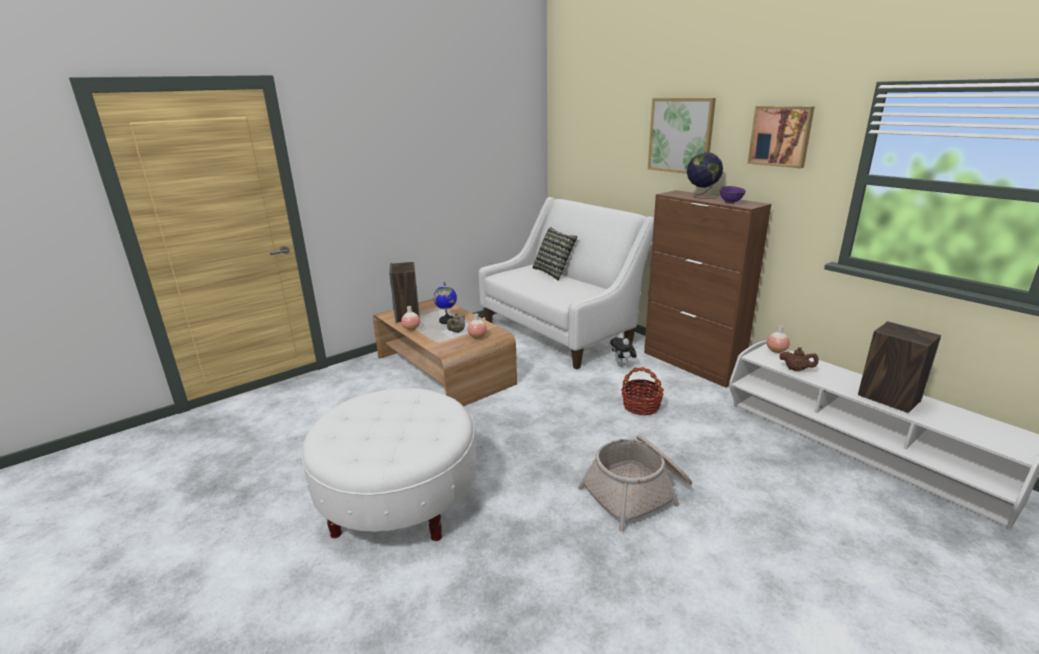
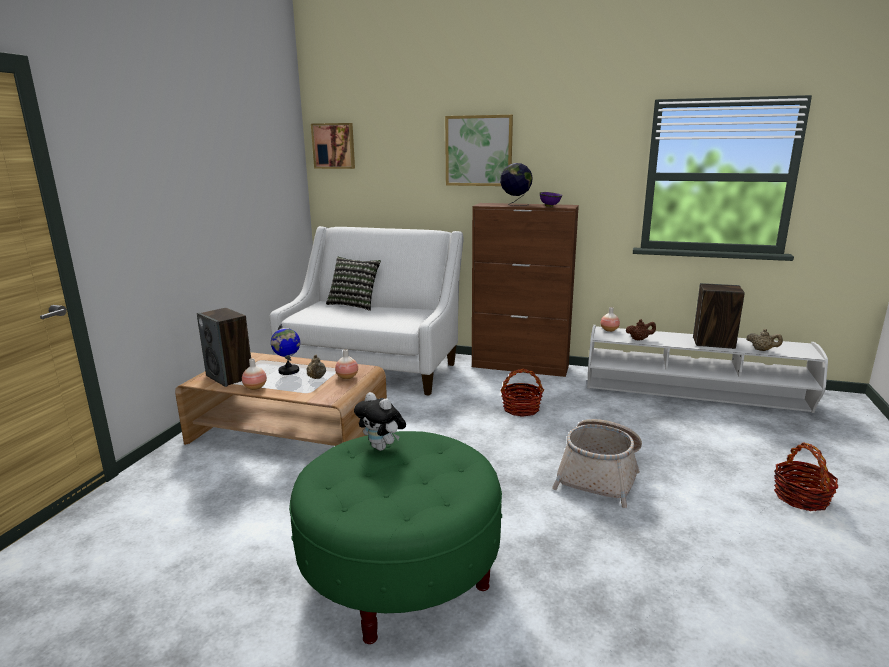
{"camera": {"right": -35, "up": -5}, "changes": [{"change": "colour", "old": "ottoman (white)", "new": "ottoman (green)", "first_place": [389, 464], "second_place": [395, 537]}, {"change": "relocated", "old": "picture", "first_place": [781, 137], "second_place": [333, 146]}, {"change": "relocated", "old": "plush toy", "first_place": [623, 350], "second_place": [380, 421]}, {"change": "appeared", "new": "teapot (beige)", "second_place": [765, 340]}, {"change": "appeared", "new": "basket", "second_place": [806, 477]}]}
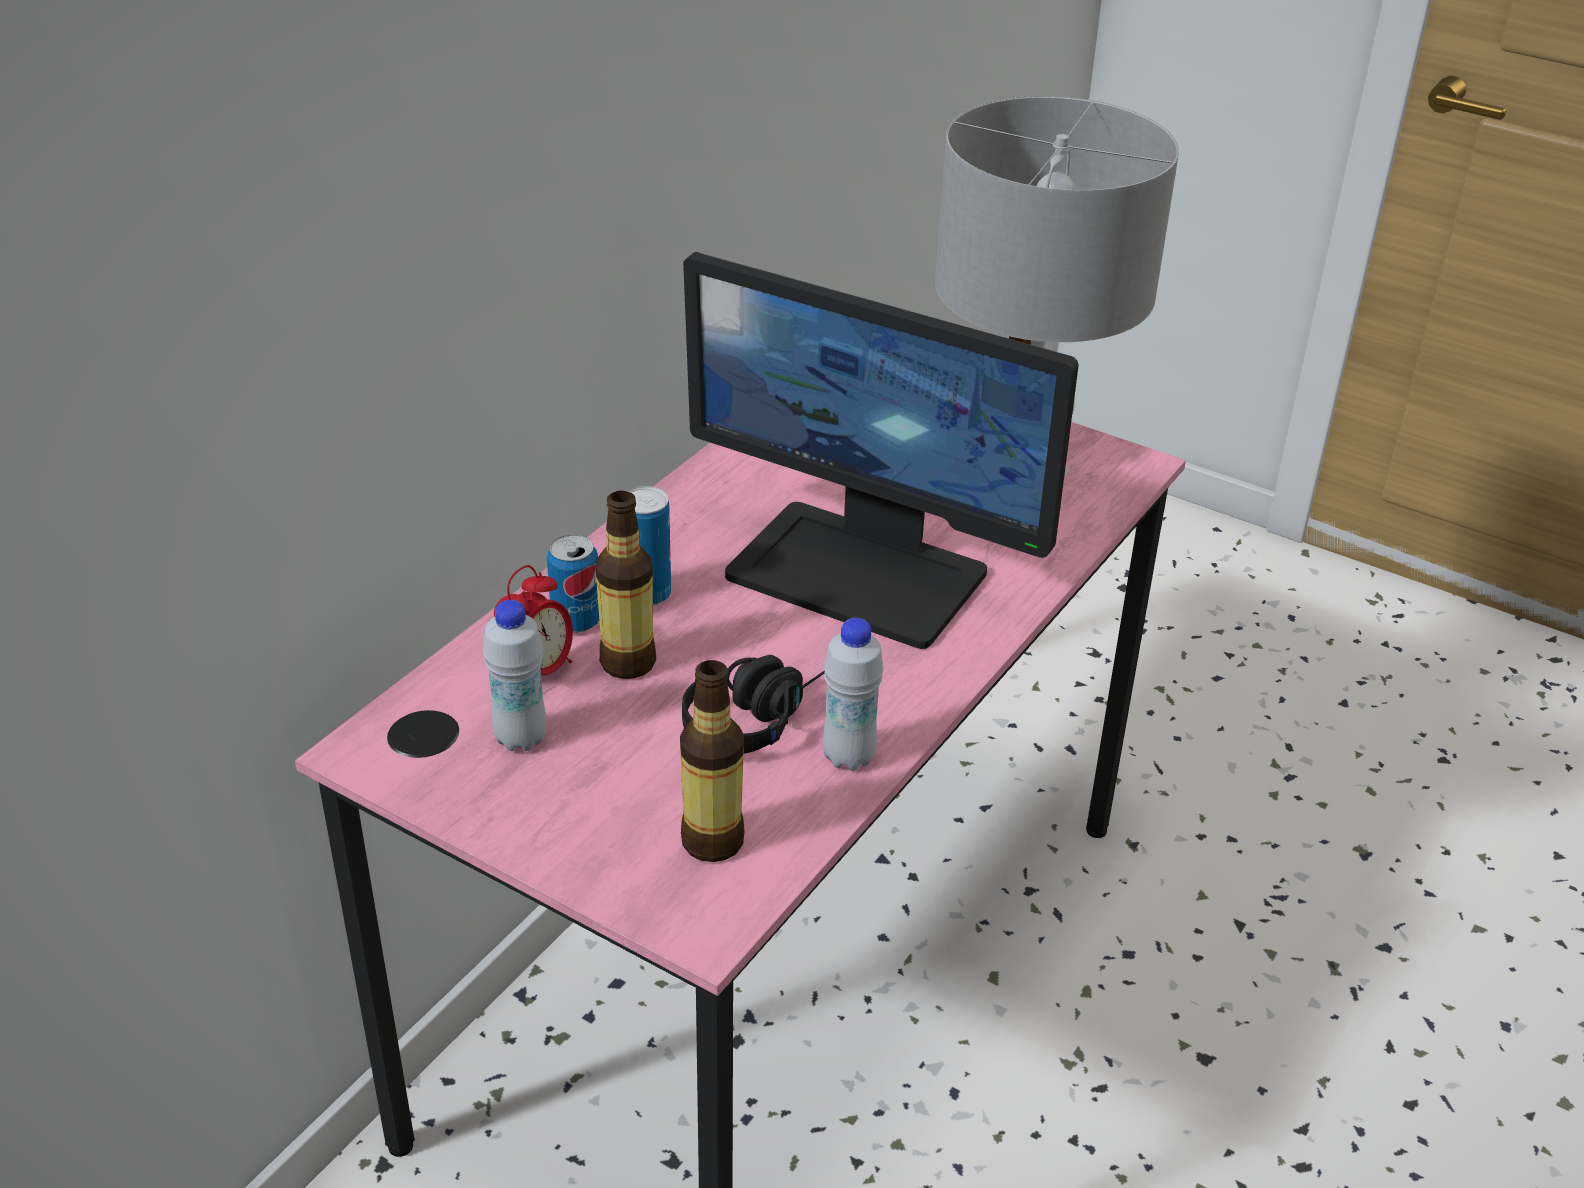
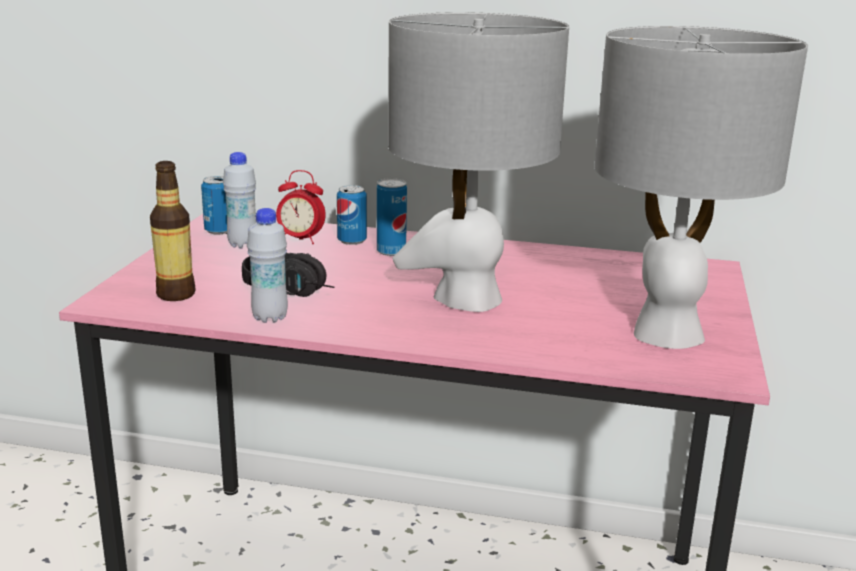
{"camera": {"right": 70, "up": -15}, "changes": [{"change": "appeared", "new": "can", "second_place": [214, 205]}, {"change": "exchanged", "old": "monitor", "new": "table lamp (grey)", "first_place": [880, 450], "second_place": [478, 162]}, {"change": "missing", "old": "bottle", "first_place": [625, 585]}]}
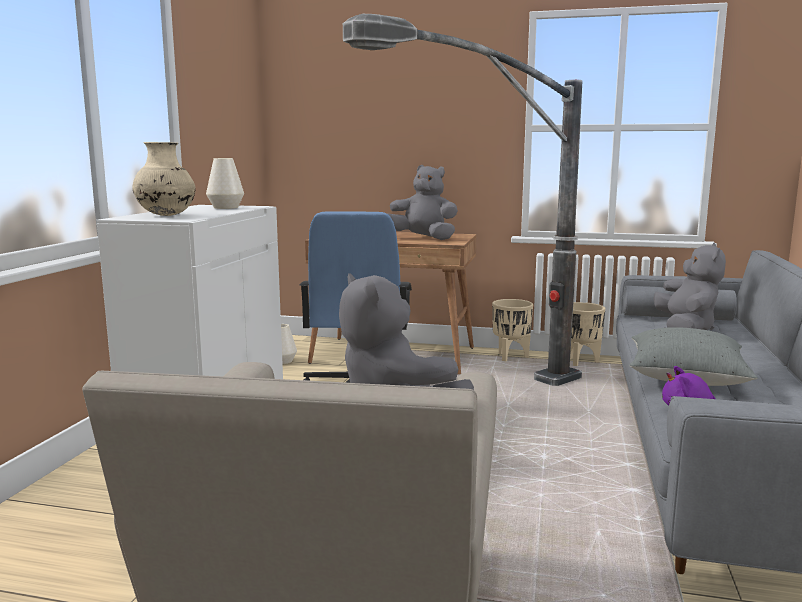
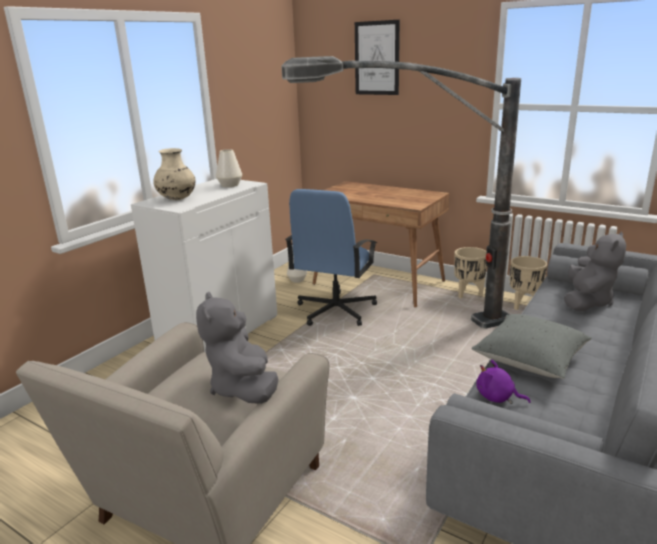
{"camera": {"right": 20, "up": 10}, "changes": [{"change": "appeared", "new": "picture", "second_place": [377, 57]}, {"change": "missing", "old": "plush toy (grey)", "first_place": [422, 202]}]}
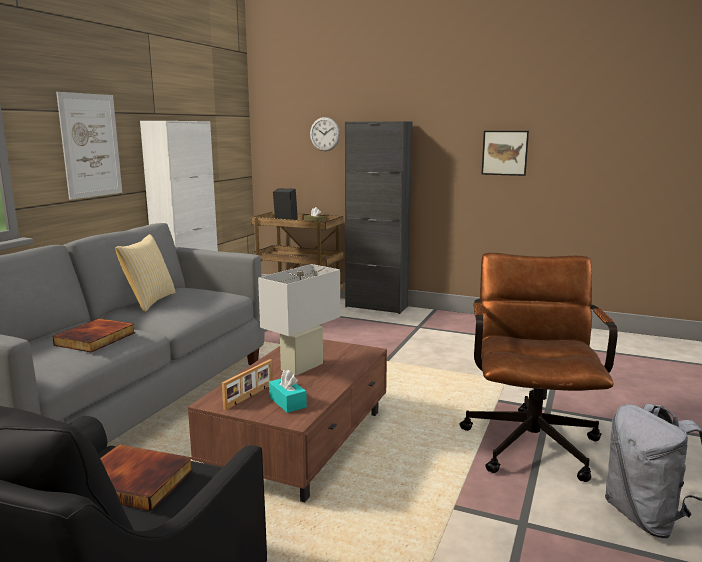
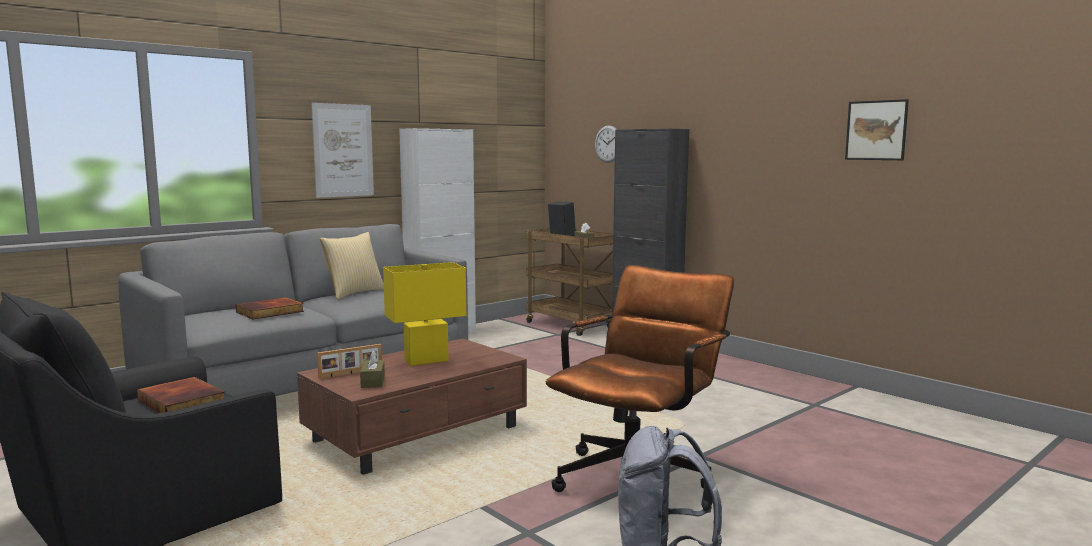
{"camera": {"right": 25, "up": -5}, "changes": [{"change": "colour", "old": "tissue box (turquoise)", "new": "tissue box (brown)", "first_place": [288, 391], "second_place": [372, 369]}, {"change": "colour", "old": "table lamp (white)", "new": "table lamp (yellow)", "first_place": [299, 320], "second_place": [424, 314]}, {"change": "relocated", "old": "picture", "first_place": [505, 153], "second_place": [877, 129]}]}
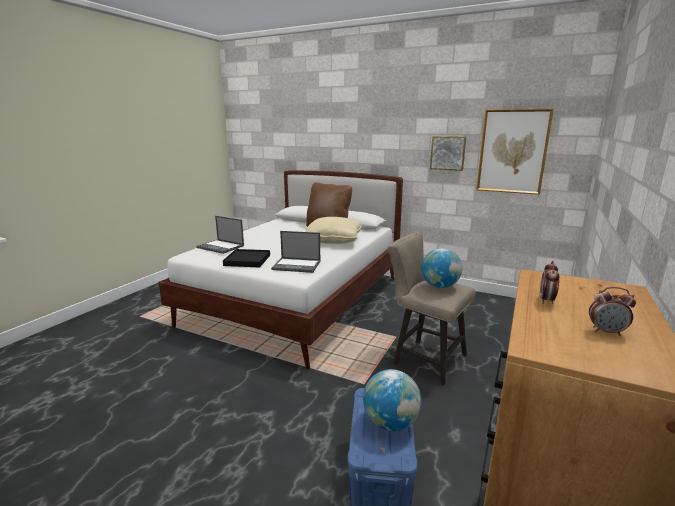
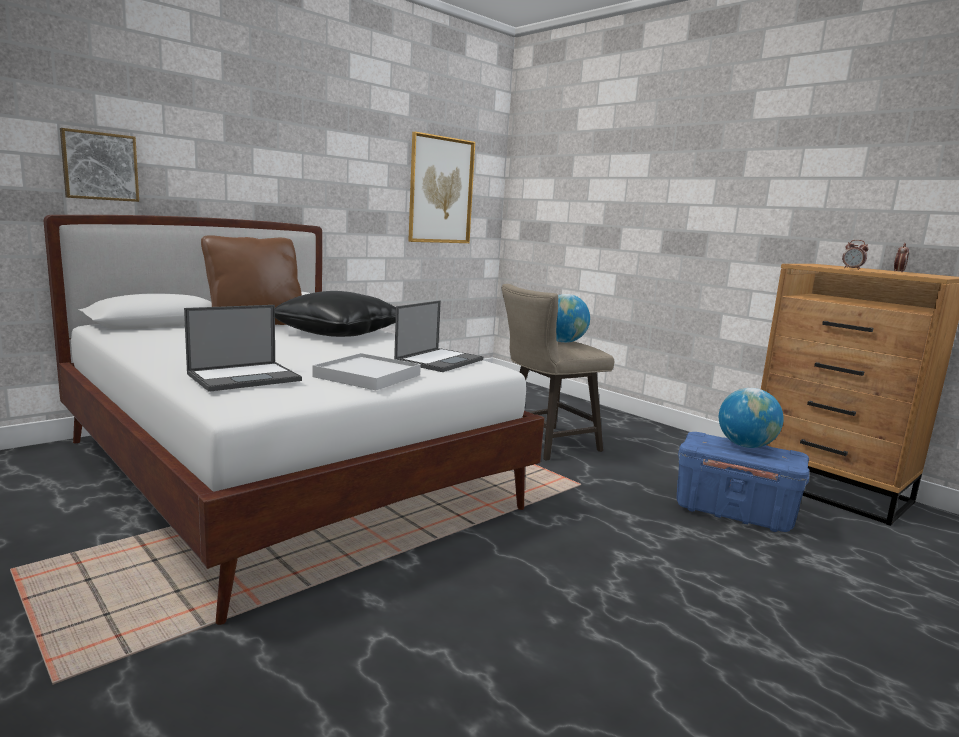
{"camera": {"right": -70, "up": -5}, "changes": [{"change": "relocated", "old": "picture", "first_place": [448, 153], "second_place": [99, 165]}, {"change": "colour", "old": "pillow (beige)", "new": "pillow (black)", "first_place": [333, 230], "second_place": [335, 314]}, {"change": "colour", "old": "tray (black)", "new": "tray (white)", "first_place": [246, 258], "second_place": [366, 371]}]}
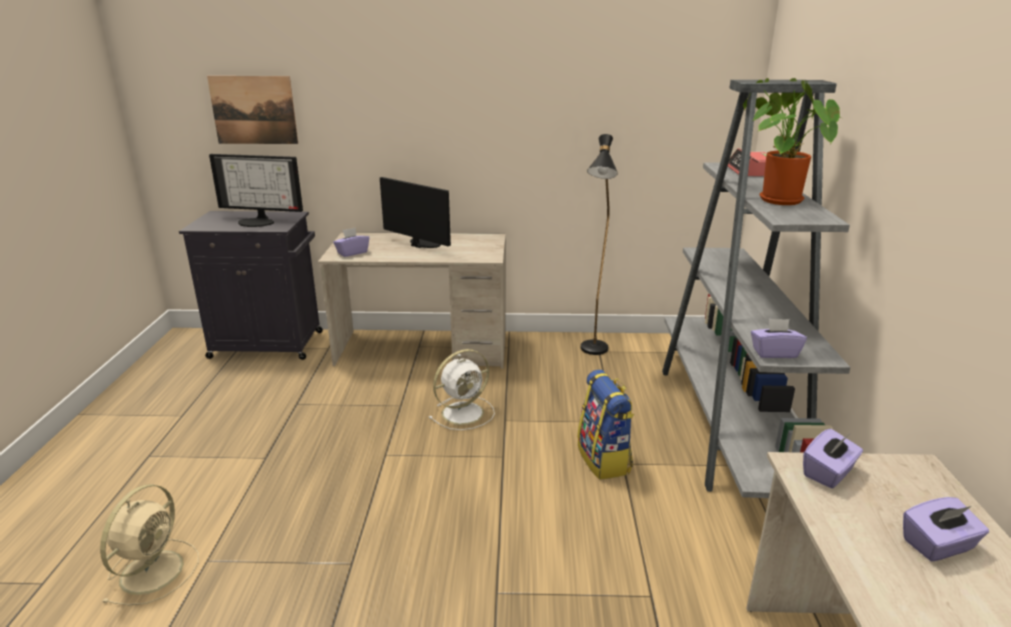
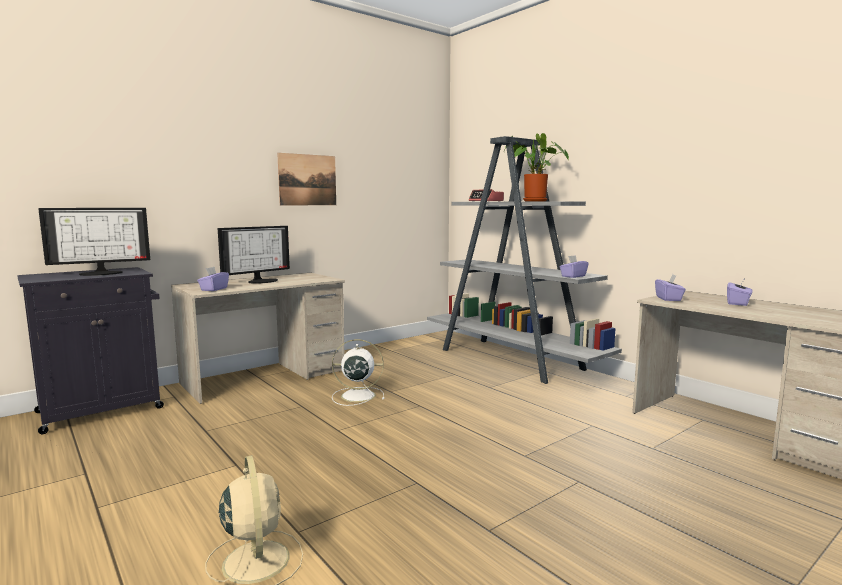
{"camera": {"right": -40, "up": -15}, "changes": [{"change": "spun", "old": "monitor", "first_place": [415, 212], "second_place": [254, 254], "degrees": 135}, {"change": "relocated", "old": "picture", "first_place": [252, 110], "second_place": [306, 179]}, {"change": "spun", "old": "fan (white)", "first_place": [462, 389], "second_place": [358, 372], "degrees": -105}, {"change": "missing", "old": "backpack", "first_place": [606, 425]}, {"change": "missing", "old": "floor lamp (black)", "first_place": [599, 244]}]}
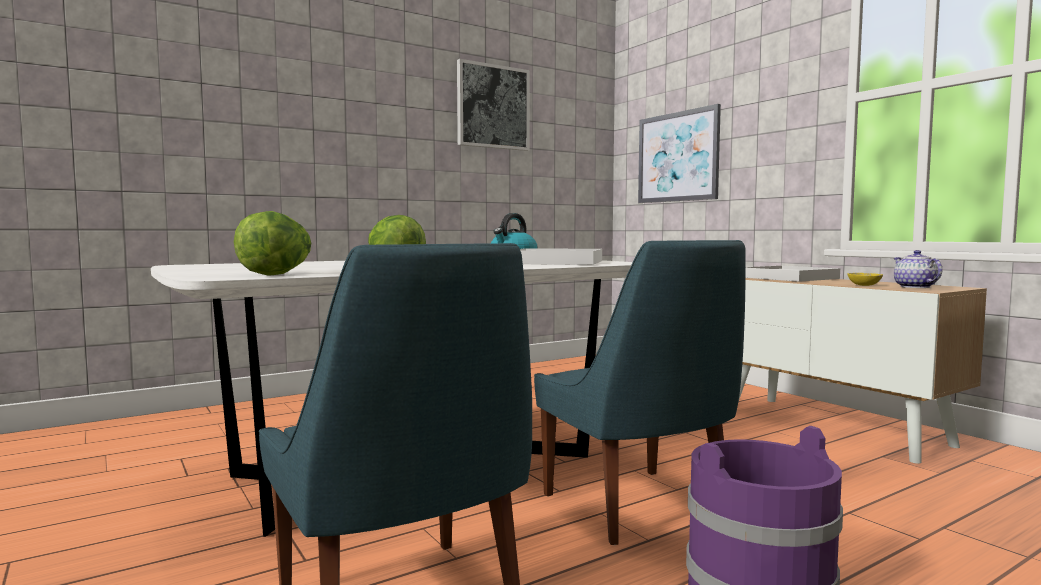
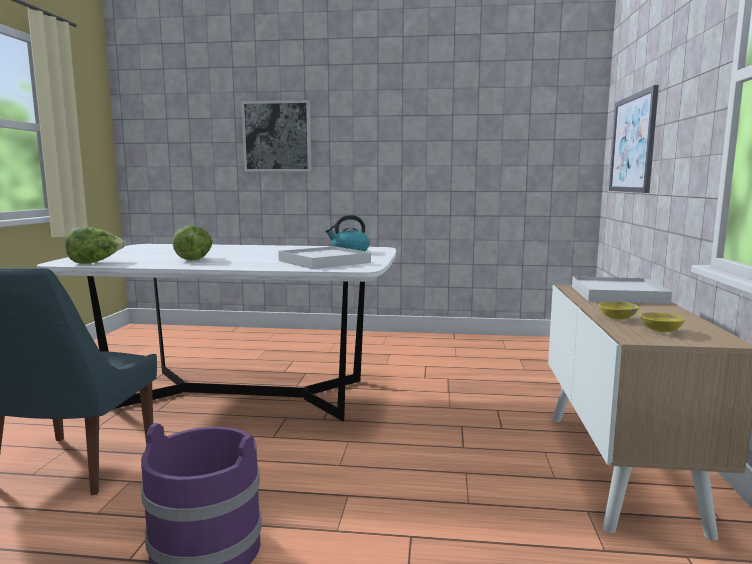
{"camera": {"right": 40, "up": 5}, "changes": [{"change": "relocated", "old": "picture", "first_place": [493, 105], "second_place": [276, 135]}, {"change": "exchanged", "old": "teapot", "new": "bowl (yellow)", "first_place": [918, 269], "second_place": [662, 322]}, {"change": "missing", "old": "chair (blue)", "first_place": [640, 392]}]}
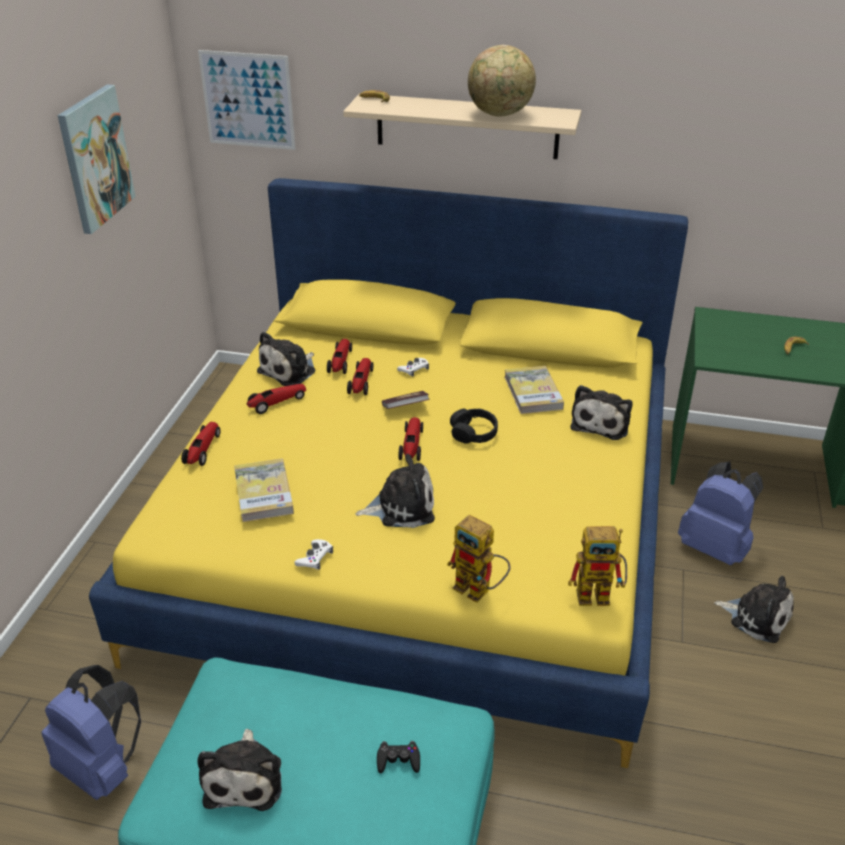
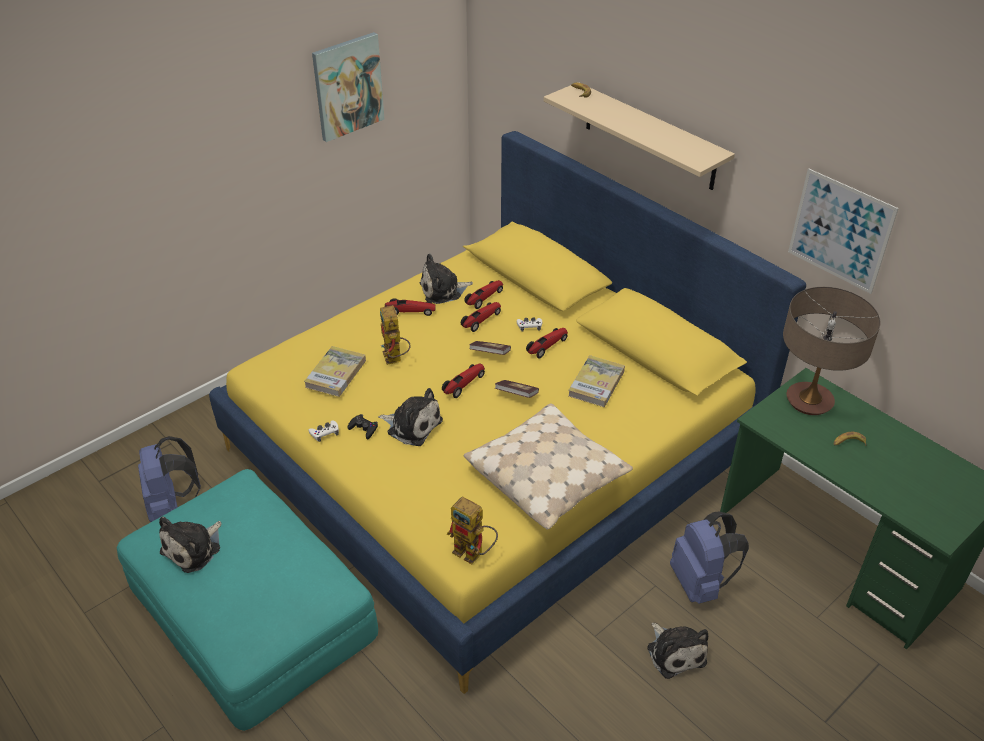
{"camera": {"right": 35, "up": 5}, "changes": [{"change": "relocated", "old": "game controller (black)", "first_place": [398, 757], "second_place": [362, 426]}, {"change": "relocated", "old": "toy robot", "first_place": [478, 559], "second_place": [395, 335]}, {"change": "appeared", "new": "pillow (beige)", "second_place": [548, 466]}, {"change": "exchanged", "old": "headphones (black)", "new": "book", "first_place": [474, 426], "second_place": [517, 389]}, {"change": "relocated", "old": "toy car", "first_place": [201, 444], "second_place": [547, 343]}, {"change": "appeared", "new": "table lamp", "second_place": [832, 351]}, {"change": "relocated", "old": "picture", "first_place": [246, 100], "second_place": [843, 231]}, {"change": "missing", "old": "globe", "first_place": [502, 81]}, {"change": "missing", "old": "plush toy", "first_place": [601, 412]}]}
